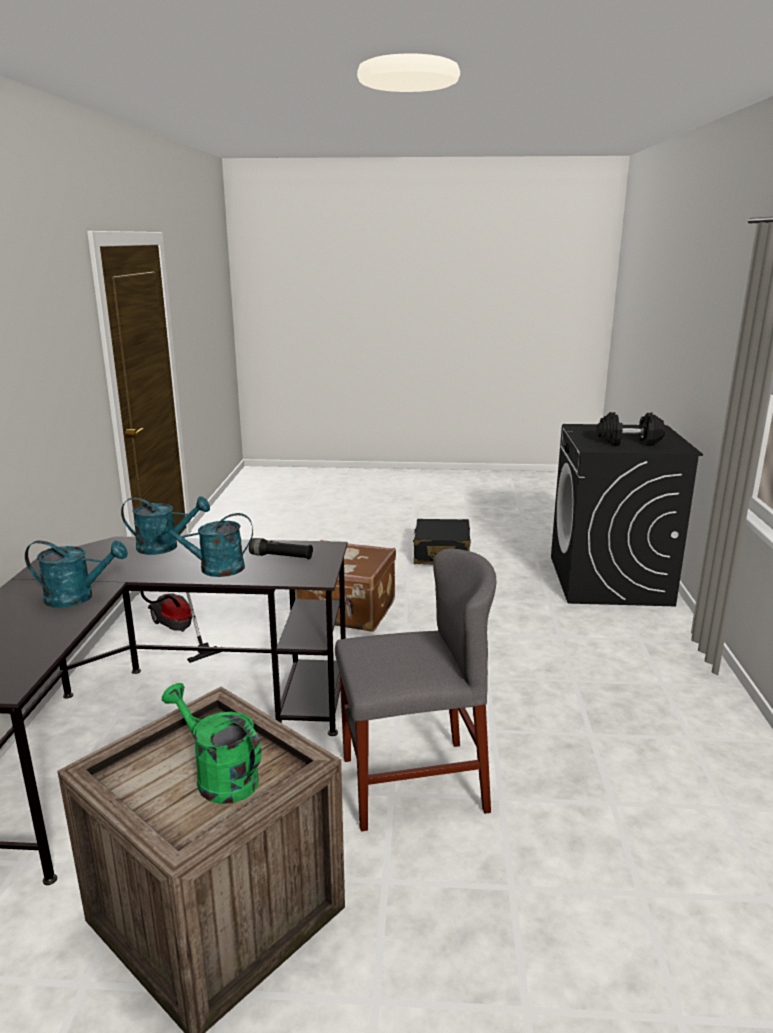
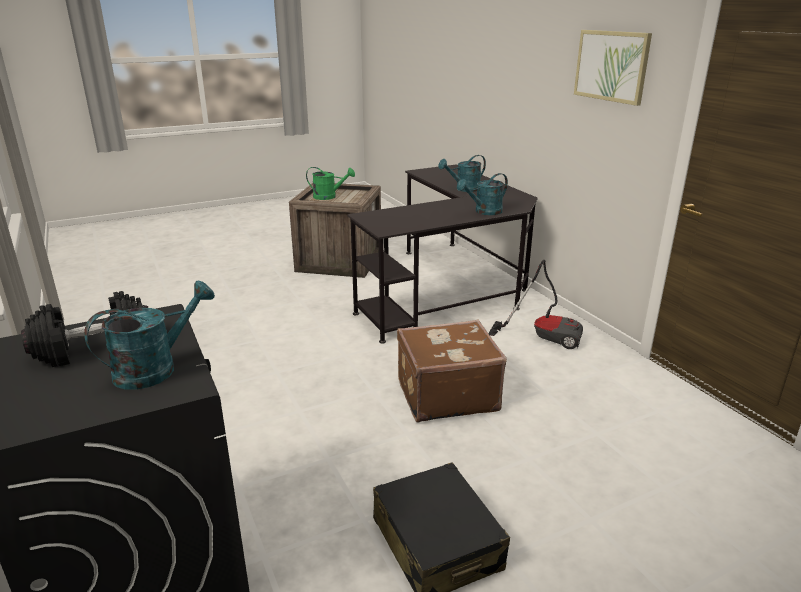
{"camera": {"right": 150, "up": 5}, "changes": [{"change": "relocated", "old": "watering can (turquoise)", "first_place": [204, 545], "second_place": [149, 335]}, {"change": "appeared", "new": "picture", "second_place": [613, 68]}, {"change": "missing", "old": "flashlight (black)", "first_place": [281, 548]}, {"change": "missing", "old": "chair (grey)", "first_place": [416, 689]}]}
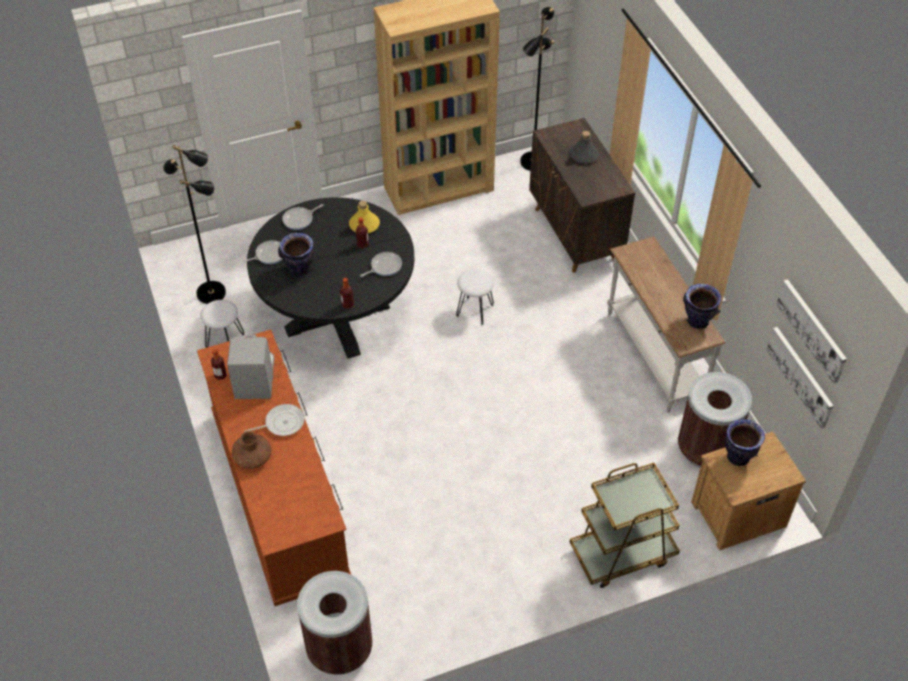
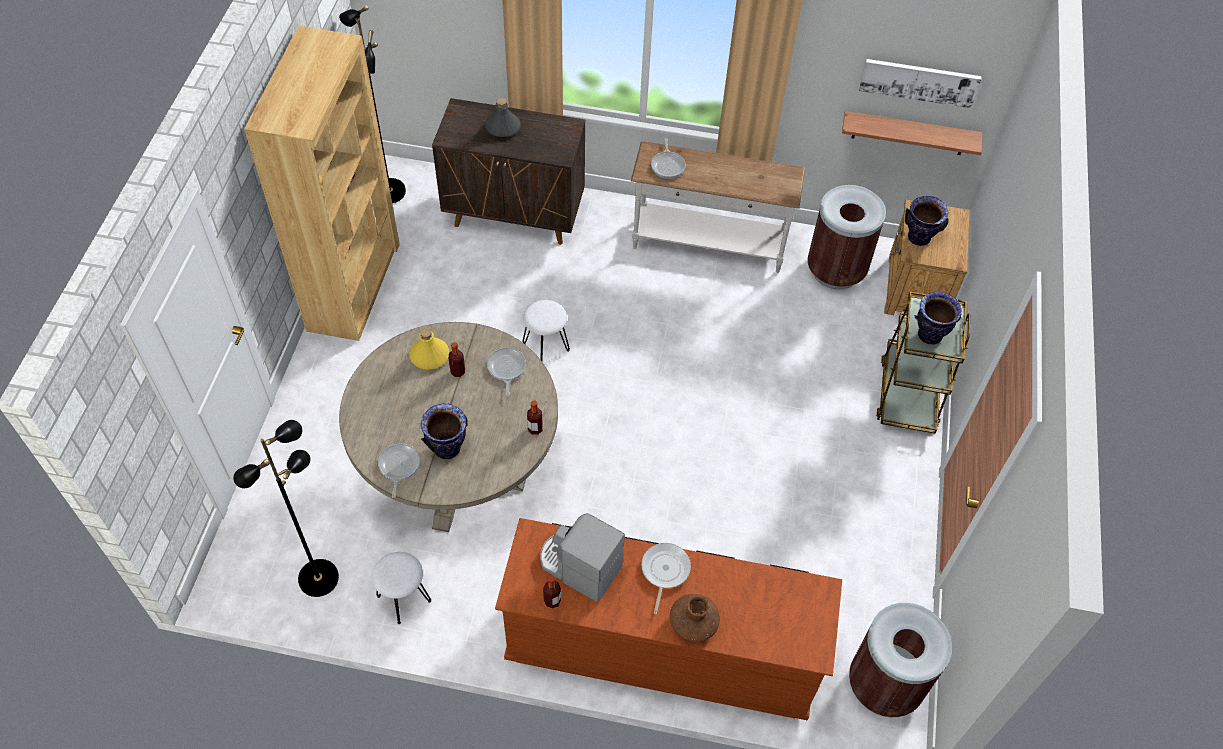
{"camera": {"right": -60, "up": 5}, "changes": [{"change": "colour", "old": "dining table (black)", "new": "dining table (beige)", "first_place": [330, 278], "second_place": [448, 427]}, {"change": "relocated", "old": "frying pan", "first_place": [303, 217], "second_place": [668, 158]}, {"change": "exchanged", "old": "picture", "new": "shelf", "first_place": [800, 378], "second_place": [912, 133]}, {"change": "relocated", "old": "vase", "first_place": [702, 306], "second_place": [938, 318]}]}
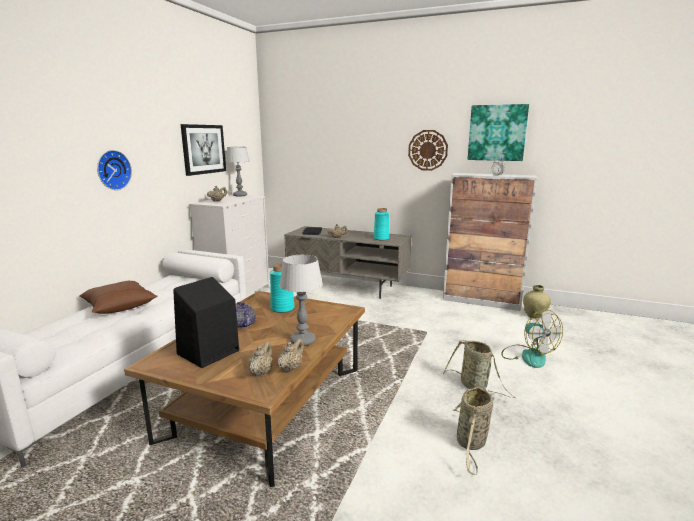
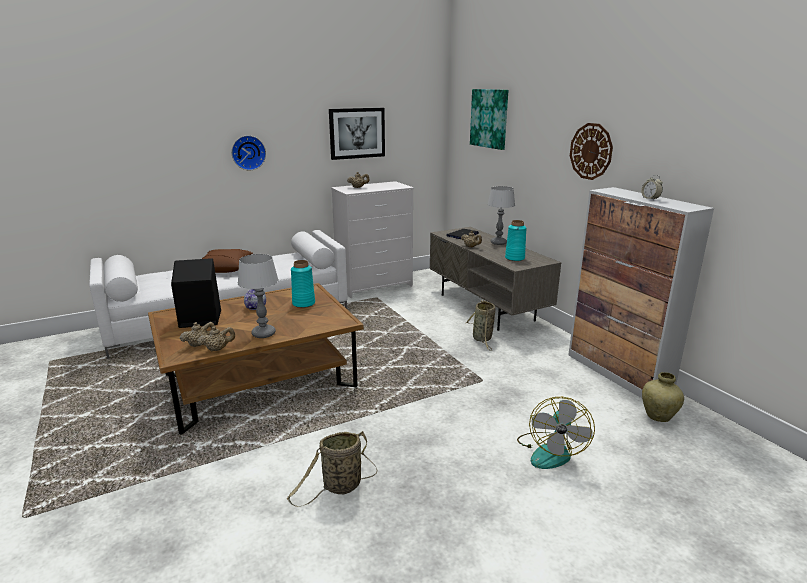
{"camera": {"right": 40, "up": 5}, "changes": [{"change": "relocated", "old": "basket", "first_place": [479, 369], "second_place": [481, 325]}, {"change": "relocated", "old": "picture", "first_place": [498, 132], "second_place": [489, 119]}, {"change": "relocated", "old": "table lamp", "first_place": [238, 172], "second_place": [501, 215]}]}
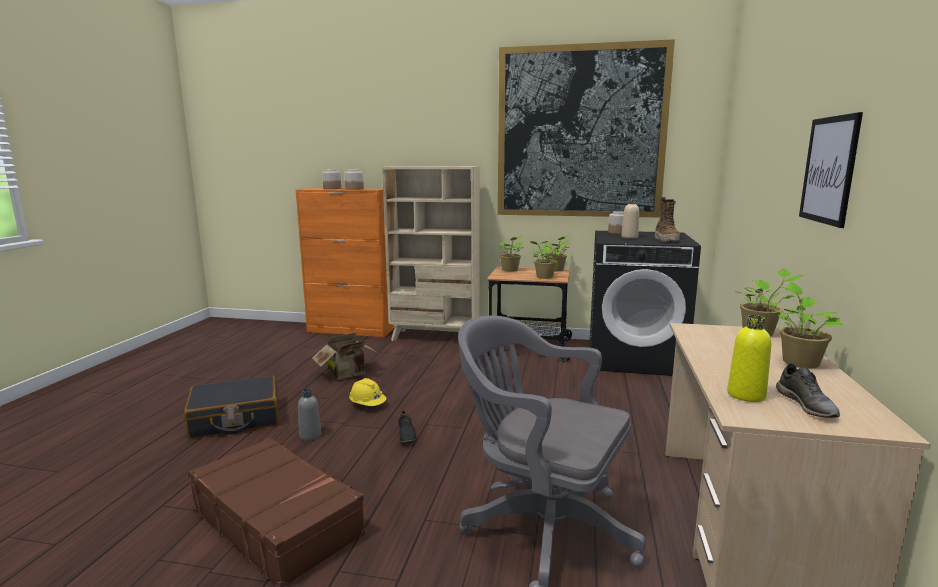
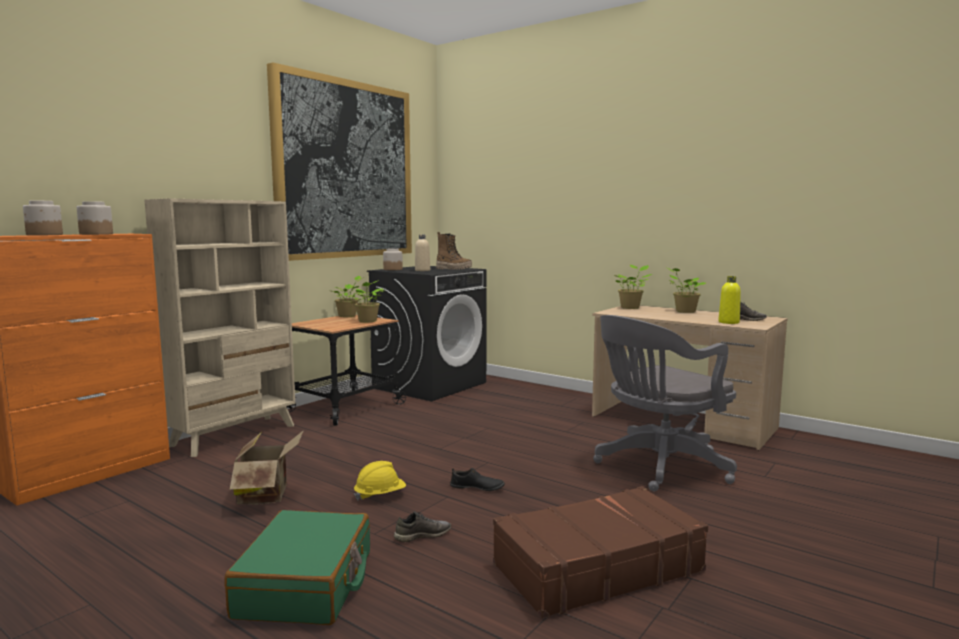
{"camera": {"right": -65, "up": -5}, "changes": [{"change": "colour", "old": "suitcase (black)", "new": "suitcase (green)", "first_place": [231, 407], "second_place": [297, 567]}, {"change": "exchanged", "old": "bottle (grey)", "new": "shoe (grey)", "first_place": [309, 414], "second_place": [422, 526]}, {"change": "missing", "old": "potted plant", "first_place": [511, 253]}, {"change": "missing", "old": "picture", "first_place": [831, 170]}]}
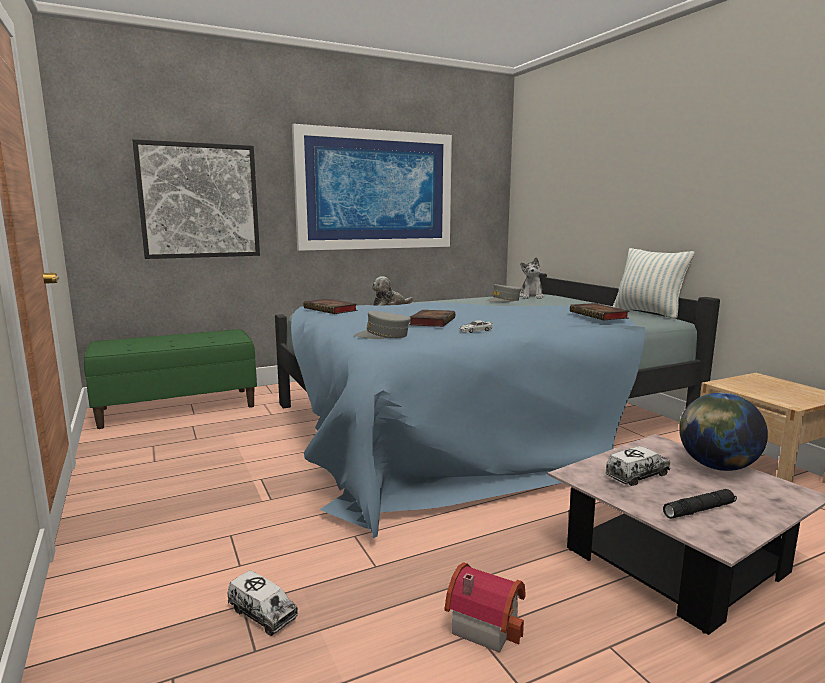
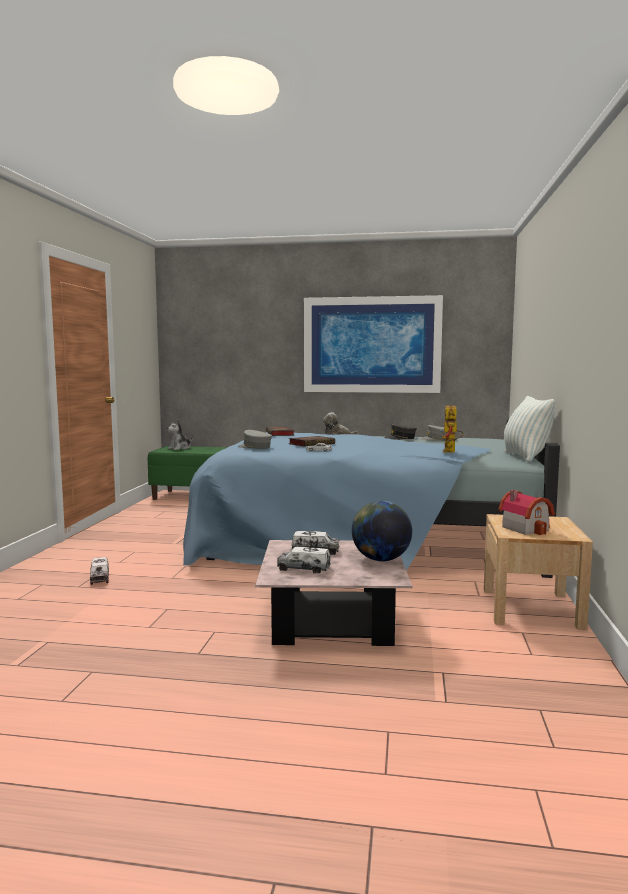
{"camera": {"right": 35, "up": -5}, "changes": [{"change": "relocated", "old": "plush toy", "first_place": [531, 278], "second_place": [180, 434]}, {"change": "exchanged", "old": "flashlight (black)", "new": "toy truck", "first_place": [700, 504], "second_place": [304, 560]}, {"change": "appeared", "new": "cap (grey)", "second_place": [400, 432]}, {"change": "exchanged", "old": "book", "new": "toy robot", "first_place": [600, 311], "second_place": [452, 428]}, {"change": "relocated", "old": "toy house", "first_place": [485, 607], "second_place": [526, 512]}, {"change": "missing", "old": "picture", "first_place": [196, 199]}]}
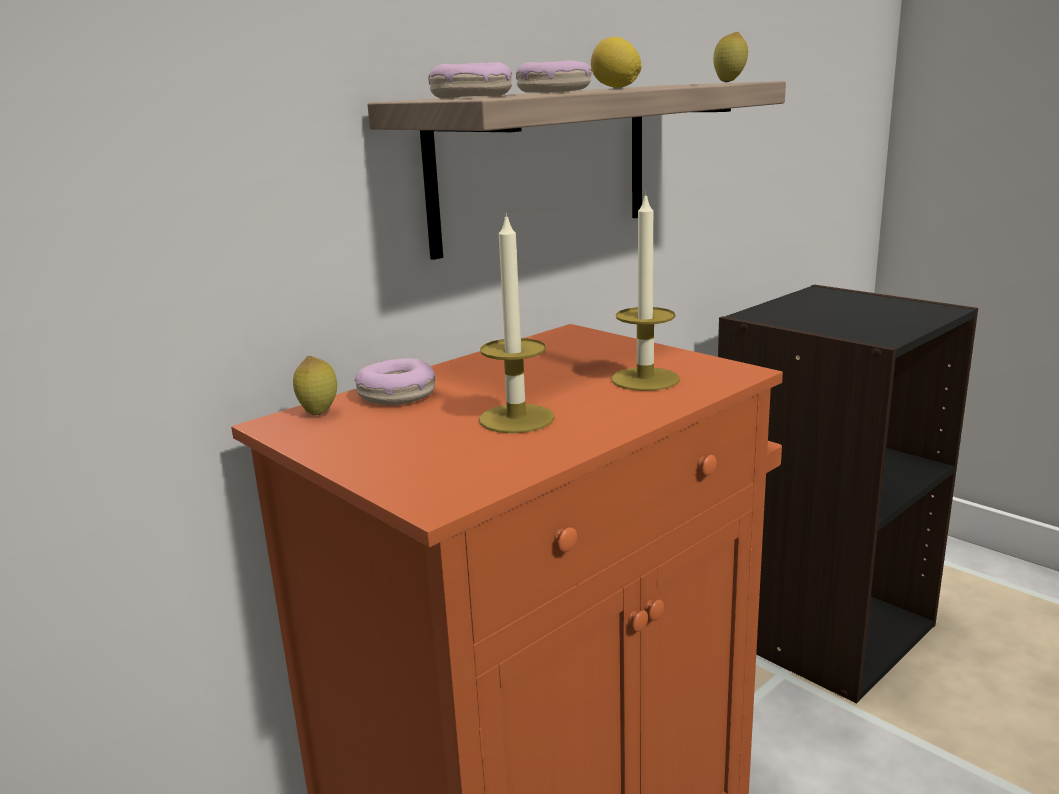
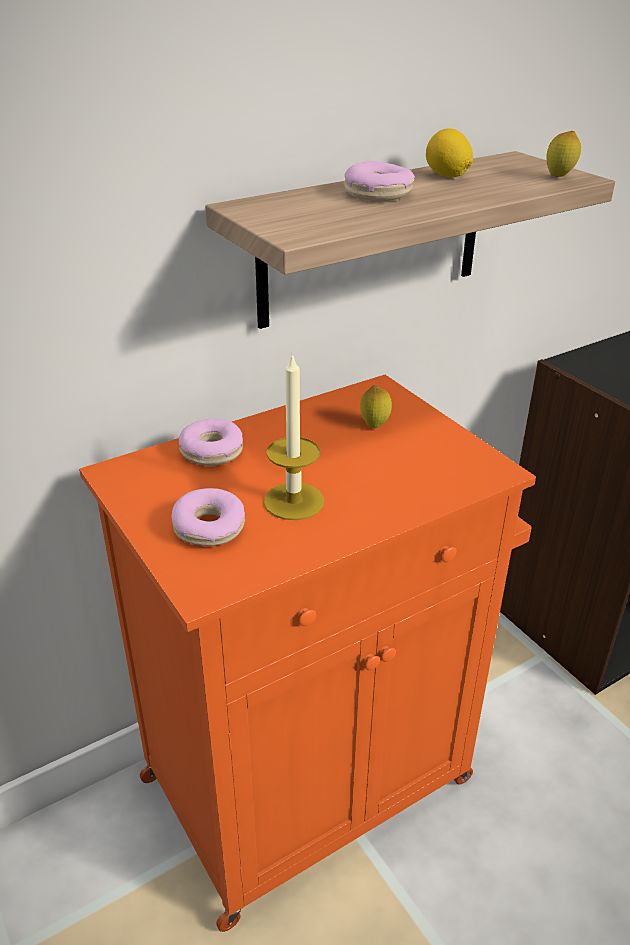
{"camera": {"right": 10, "up": 15}, "changes": [{"change": "relocated", "old": "donut", "first_place": [470, 80], "second_place": [208, 517]}, {"change": "relocated", "old": "lemon", "first_place": [315, 385], "second_place": [376, 406]}, {"change": "missing", "old": "candle", "first_place": [645, 291]}]}
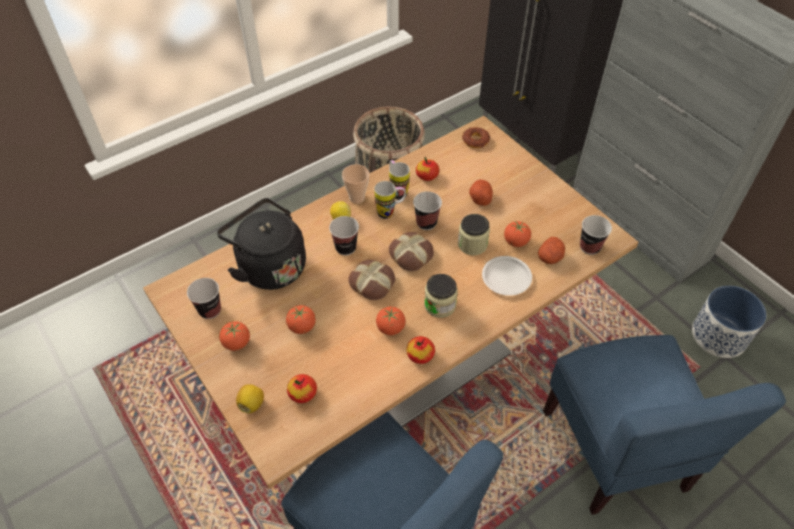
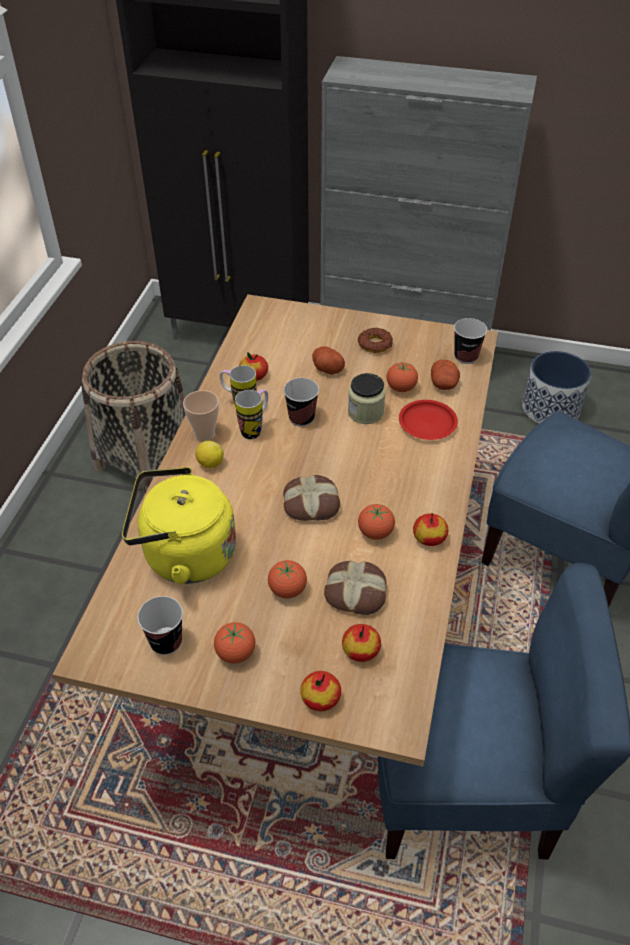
{"camera": {"right": -40, "up": -5}, "changes": [{"change": "colour", "old": "kettle (black)", "new": "kettle (yellow)", "first_place": [261, 244], "second_place": [179, 525]}, {"change": "exchanged", "old": "lemon", "new": "apple", "first_place": [250, 398], "second_place": [320, 691]}, {"change": "relocated", "old": "bread", "first_place": [411, 251], "second_place": [355, 588]}, {"change": "relocated", "old": "donut", "first_place": [476, 137], "second_place": [375, 340]}, {"change": "colour", "old": "plate (white)", "new": "plate (red)", "first_place": [507, 276], "second_place": [428, 420]}, {"change": "missing", "old": "cup", "first_place": [344, 235]}, {"change": "missing", "old": "jar", "first_place": [441, 296]}]}
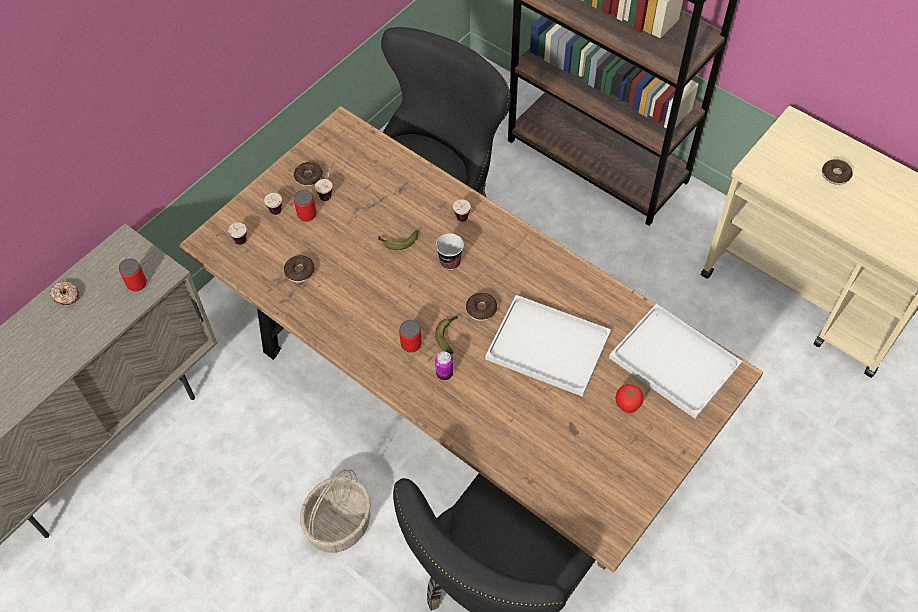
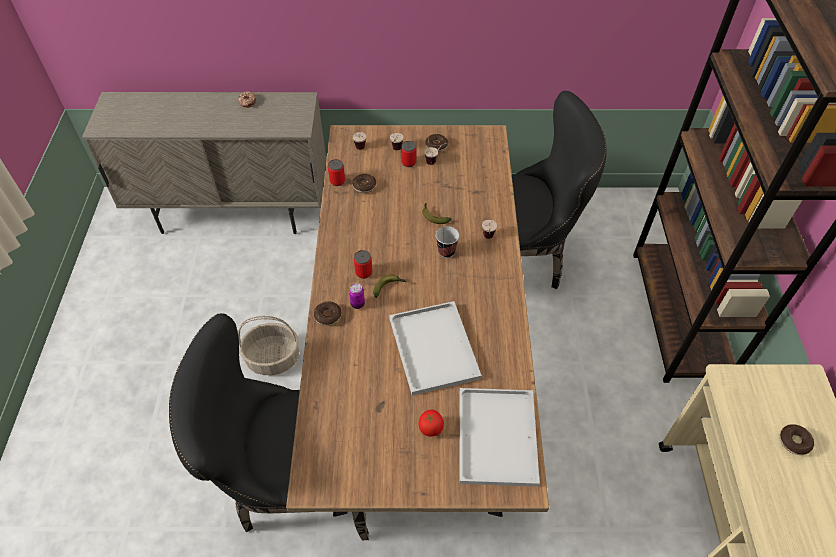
{"camera": {"right": 50, "up": -5}, "changes": [{"change": "relocated", "old": "donut", "first_place": [481, 307], "second_place": [327, 313]}, {"change": "relocated", "old": "can", "first_place": [133, 274], "second_place": [336, 172]}]}
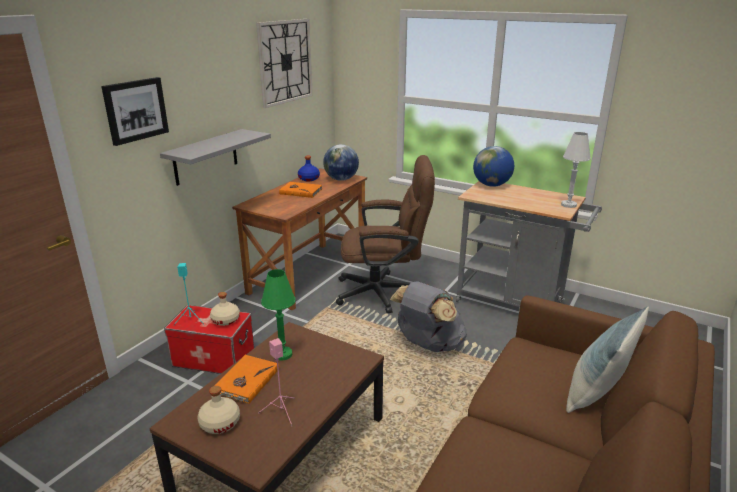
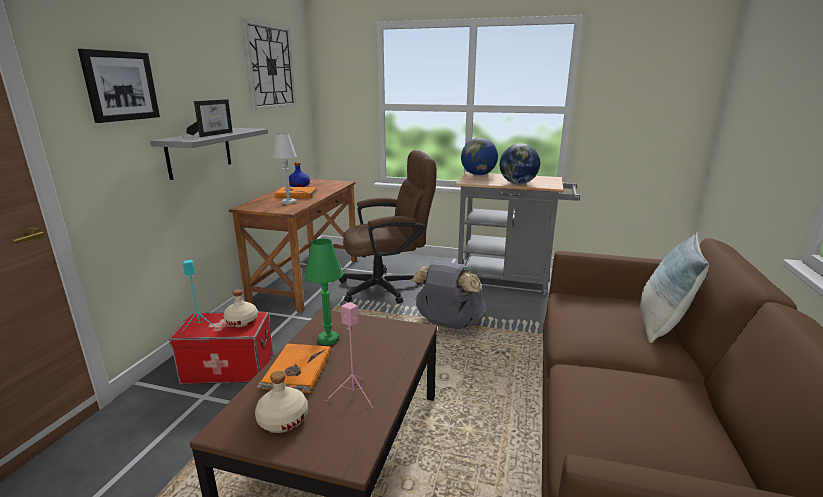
{"camera": {"right": -15, "up": -5}, "changes": [{"change": "appeared", "new": "picture frame", "second_place": [209, 118]}, {"change": "relocated", "old": "table lamp (white)", "first_place": [576, 170], "second_place": [284, 168]}, {"change": "relocated", "old": "globe", "first_place": [341, 162], "second_place": [520, 163]}]}
